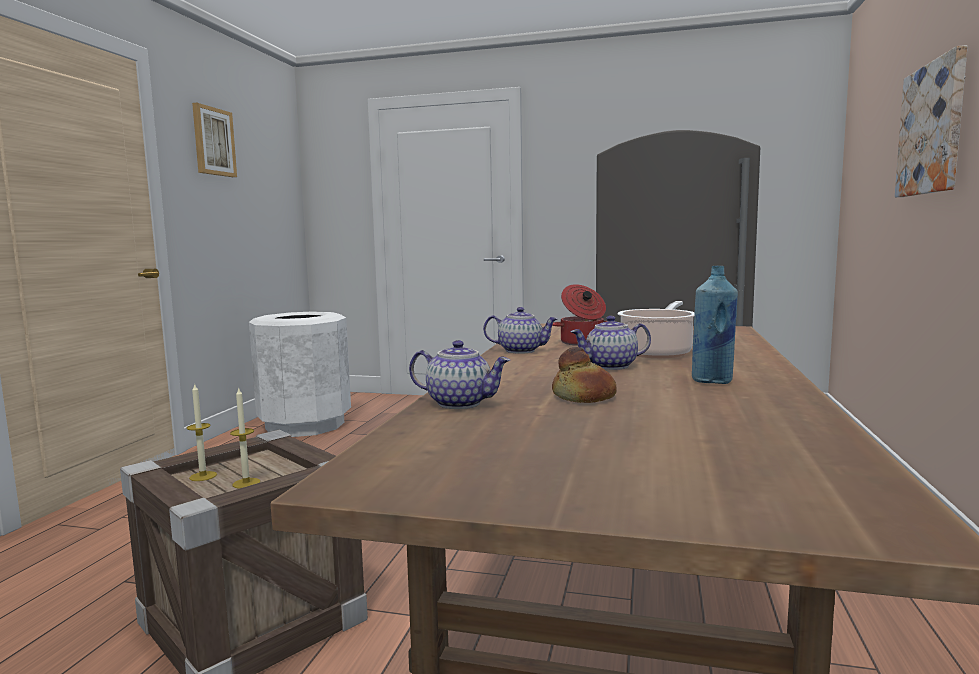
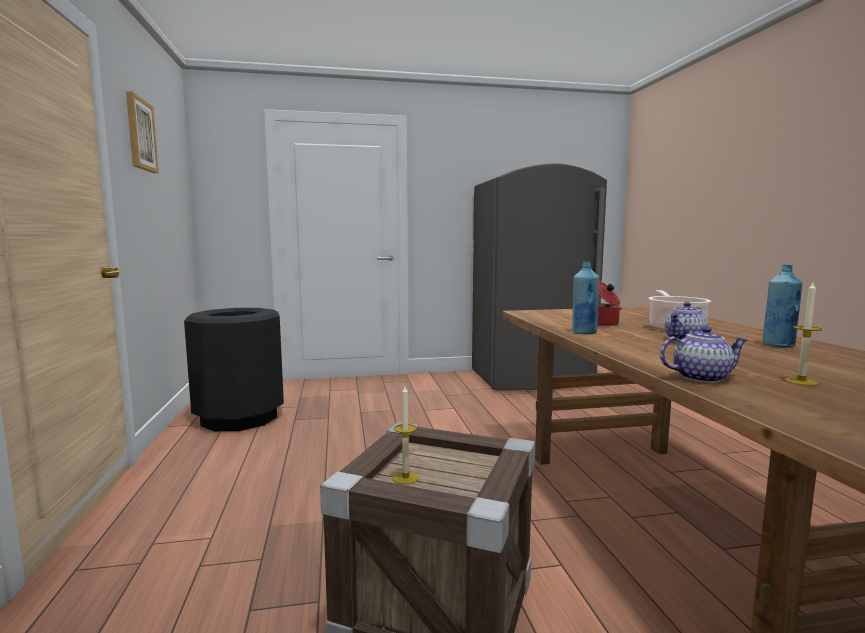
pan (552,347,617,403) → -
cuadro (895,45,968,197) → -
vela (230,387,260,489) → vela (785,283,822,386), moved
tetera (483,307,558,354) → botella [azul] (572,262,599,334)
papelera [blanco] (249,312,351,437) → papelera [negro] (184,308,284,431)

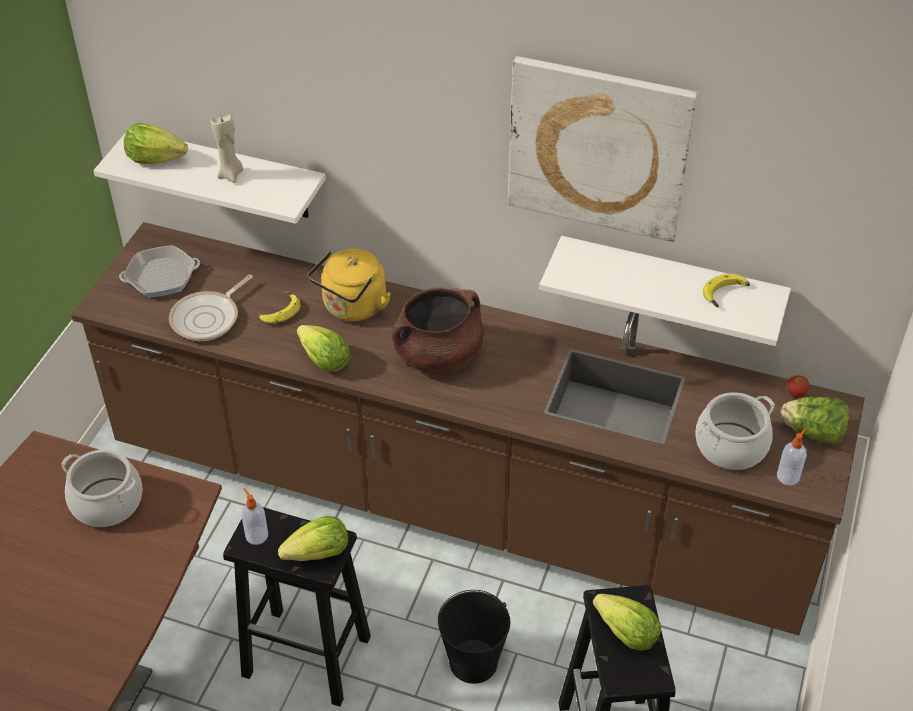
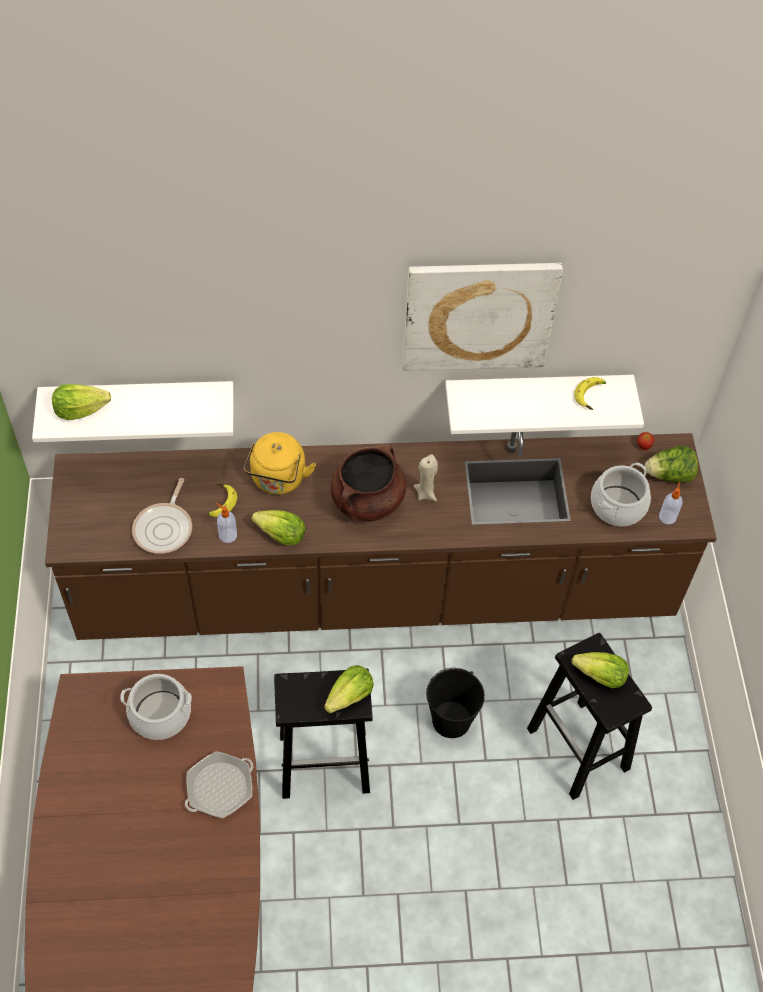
sartén (119,245,200,298) → sartén (185,751,253,818), moved
vela [beis] (211,114,243,183) → vela [beis] (414,454,438,502), moved
dispensador de jabón (241,488,268,545) → dispensador de jabón (216,503,237,543), moved

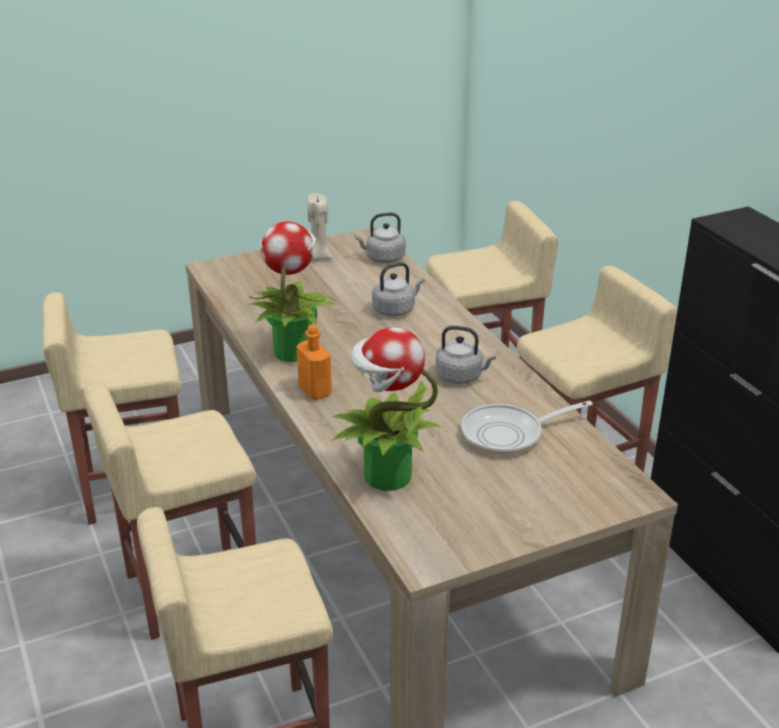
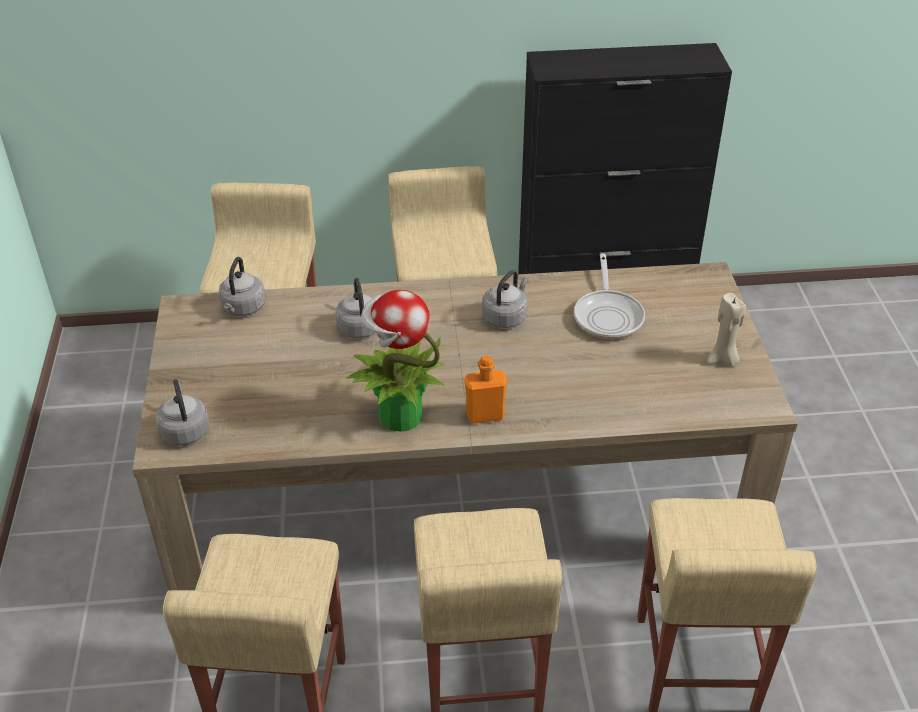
planta en maceta (332,327,441,491) → -
- → hervidor [gris] (155,379,209,445)
vela [beis] (307,193,333,261) → vela [beis] (707,293,746,366), moved

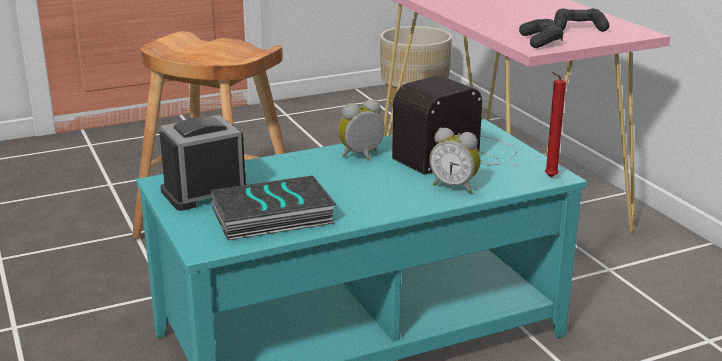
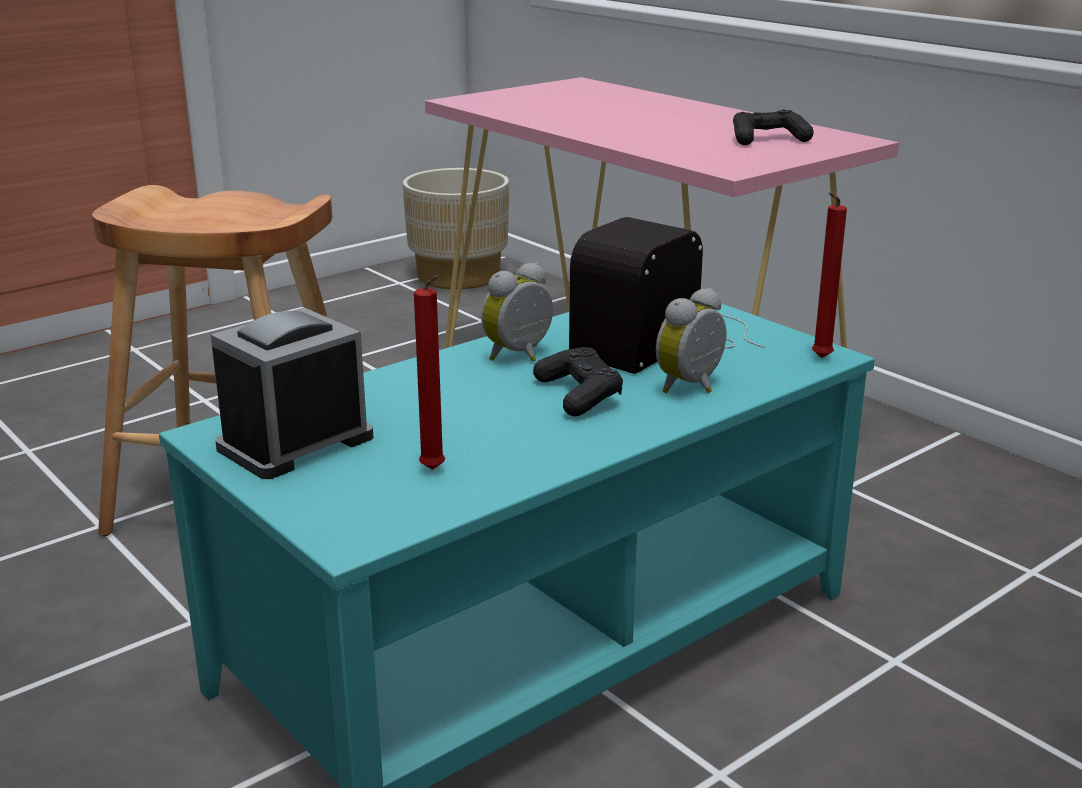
mando de consola [negro] (519,19,564,48) → mando de consola [negro] (533,347,623,417), moved
libro (211,175,336,240) → vela [rojo] (414,275,445,470)
despertador (429,128,481,193) → despertador (656,288,726,393), 120 degrees clockwise

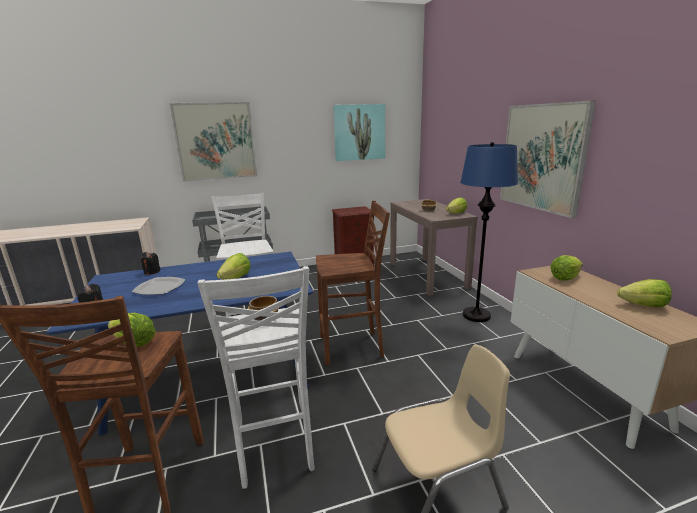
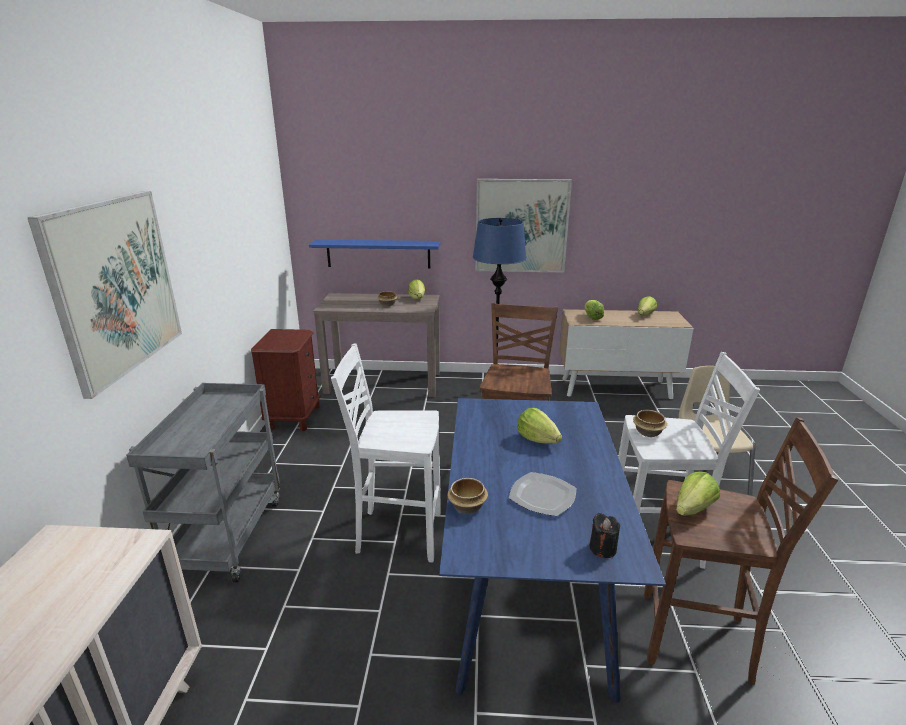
cuadro (333,104,385,161) → -
- → estante [azul] (309,239,440,269)
vela [negro] (140,252,161,275) → cuenco (447,478,488,514)

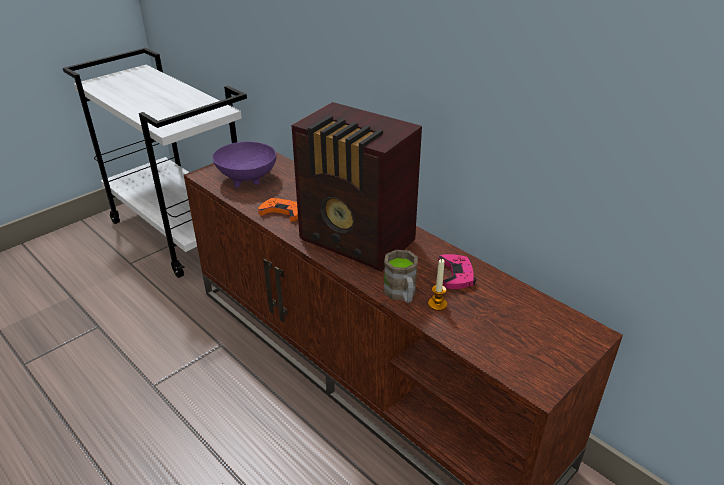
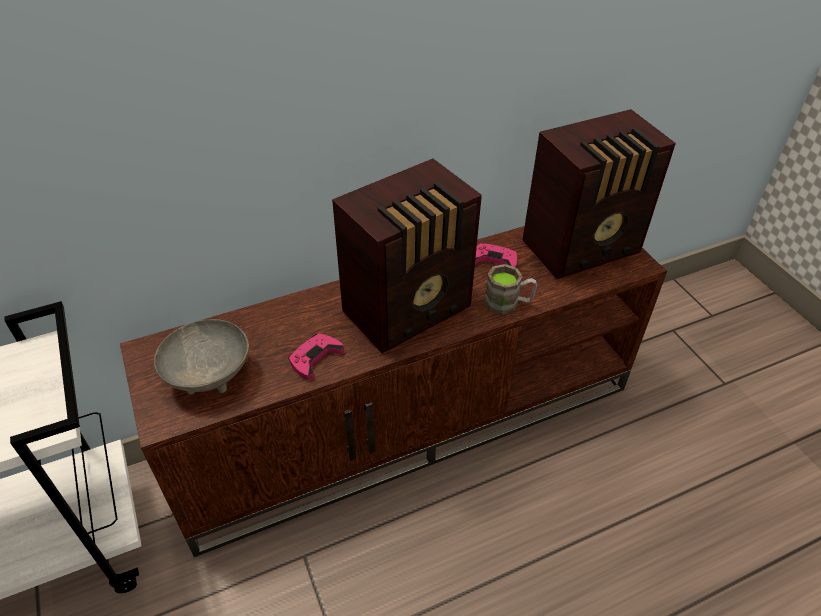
vela (428,259,447,311) → -
- → radio (522,109,676,279)
cuenco [morado] (212,142,277,188) → cuenco [gris] (154,319,249,395)
mando de consola [naranja] (258,198,298,221) → mando de consola [rosa] (288,334,344,380)

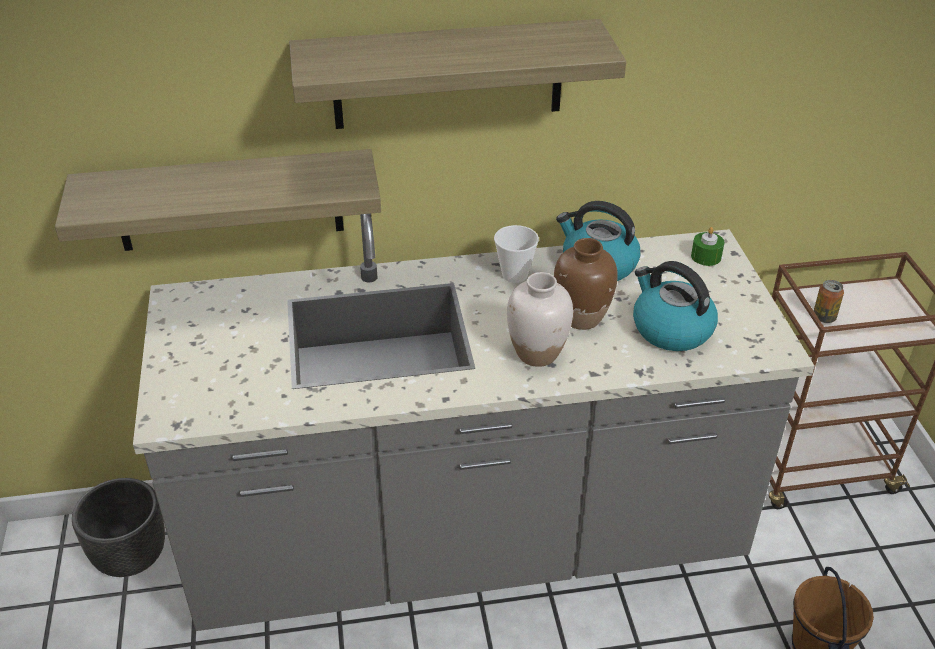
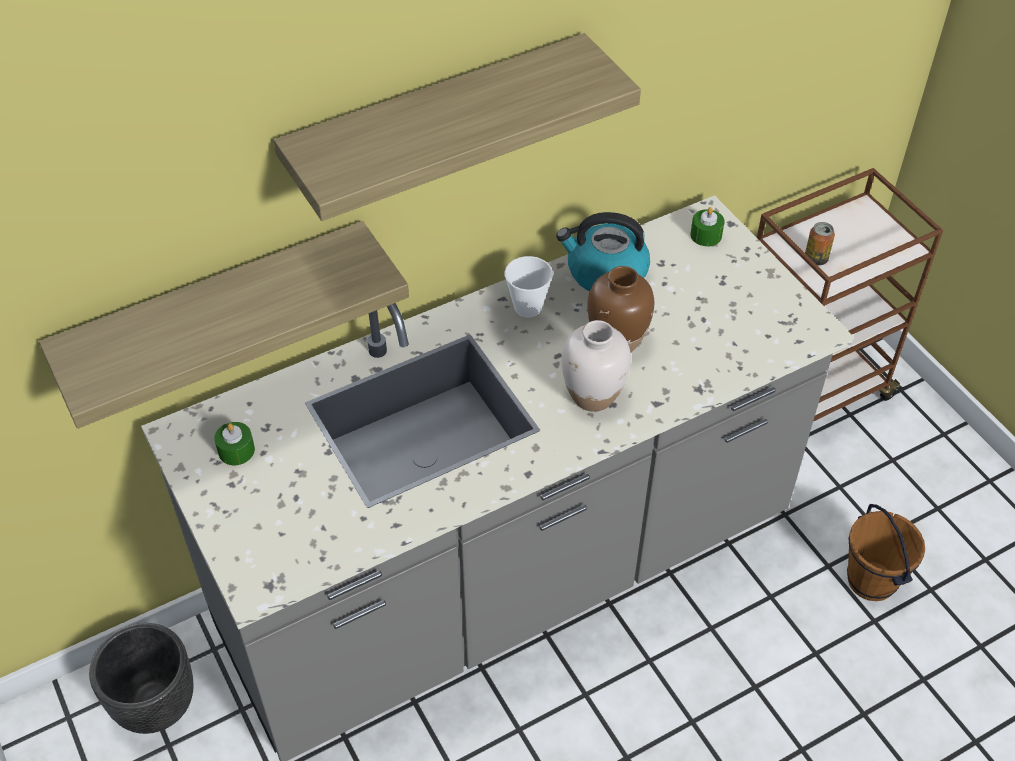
hervidor (633,261,718,351) → -
- → vela [verde] (214,422,255,465)

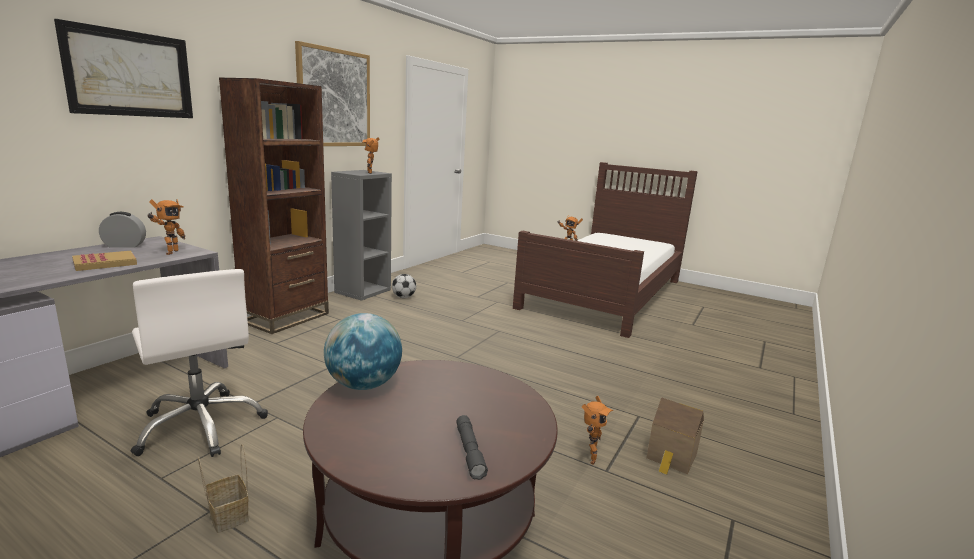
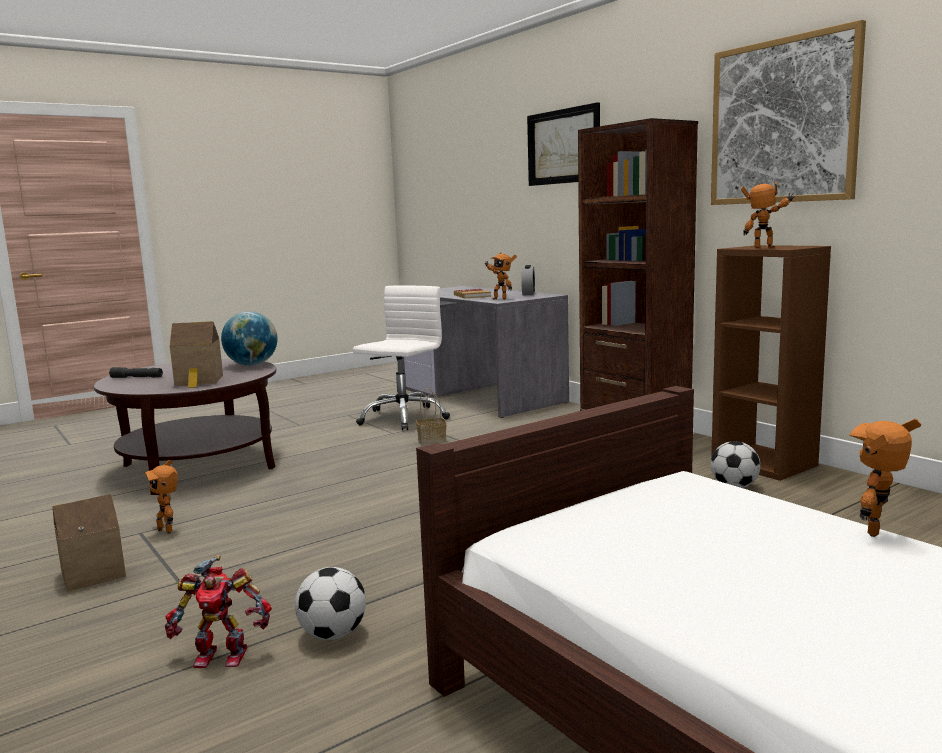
- → robot de juguete (165,555,272,668)
- → casita (170,321,223,388)
- → balón de fútbol (295,567,366,640)
cesta (198,444,249,533) → cesta (416,388,446,445), moved
estantería [gris] (331,170,392,301) → estantería [marrón] (711,245,831,481)
silla de oficina [blanco] (131,269,268,457) → silla de oficina [blanco] (353,286,450,431), 135 degrees clockwise

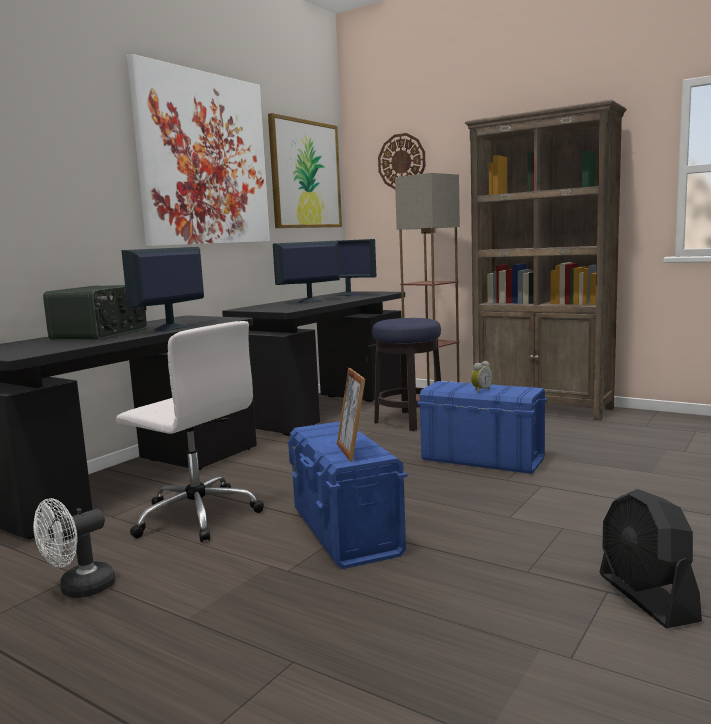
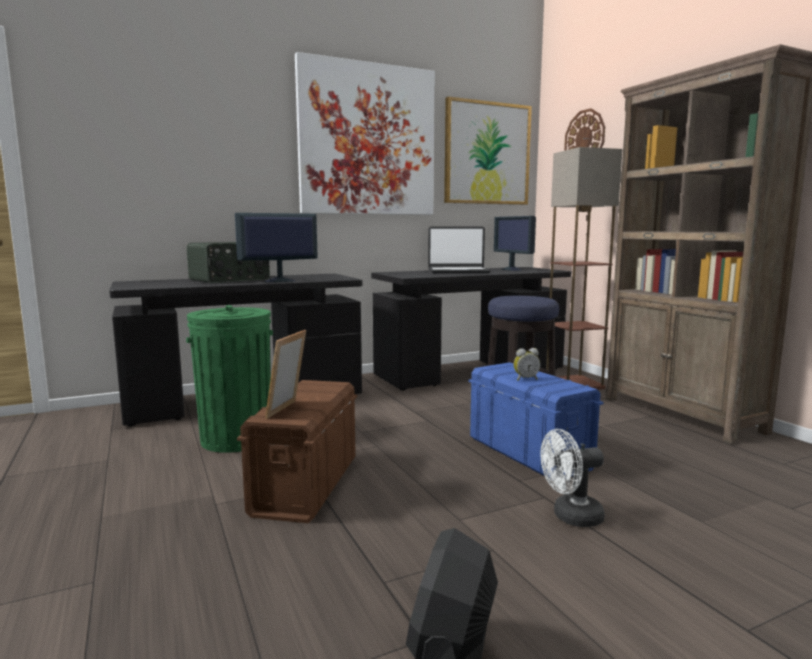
ventilador [blanco] (33,498,115,598) → ventilador [blanco] (541,429,605,527), moved
silla de oficina [blanco] (116,321,264,542) → papelera [verde] (186,305,273,453)
monitor (273,241,340,303) → portátil (428,227,491,274)
caja de almacenaje [azul] (288,422,408,569) → caja de almacenaje [marrón] (237,380,357,523)

